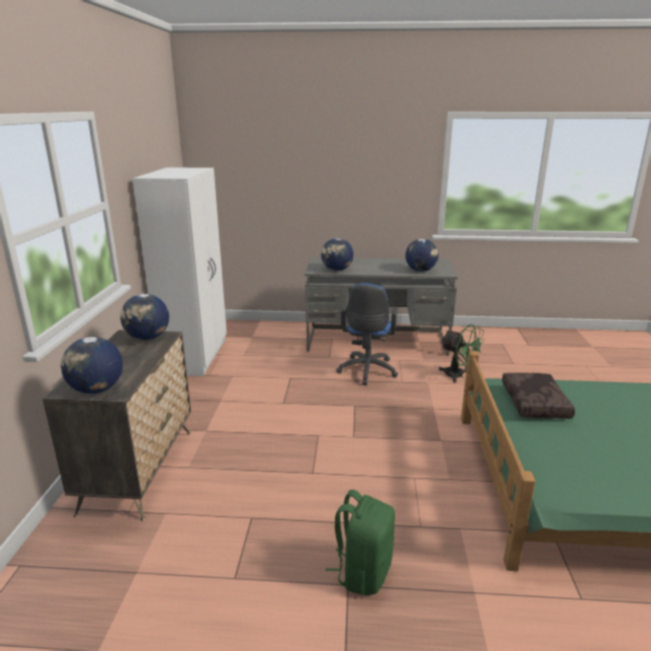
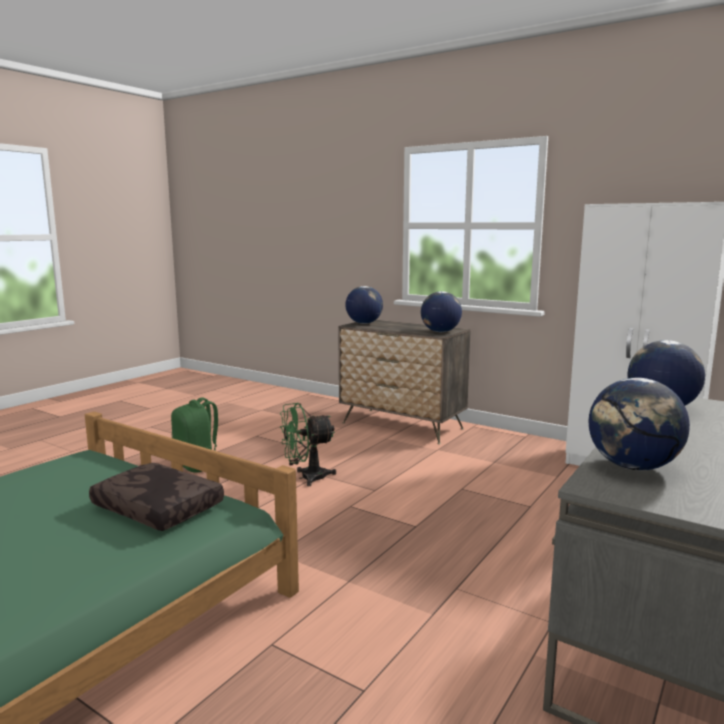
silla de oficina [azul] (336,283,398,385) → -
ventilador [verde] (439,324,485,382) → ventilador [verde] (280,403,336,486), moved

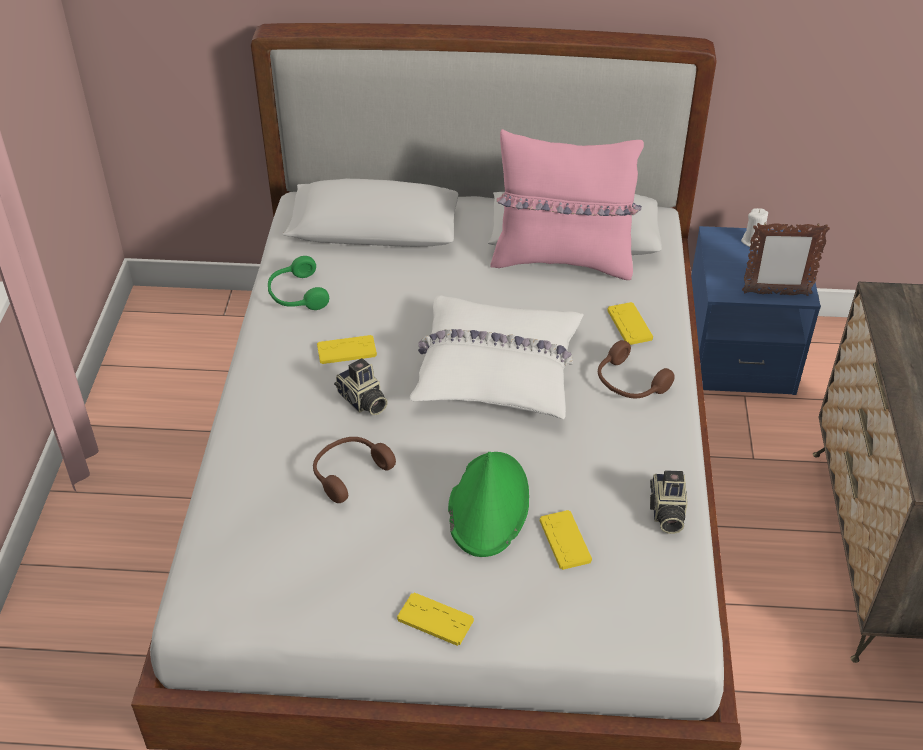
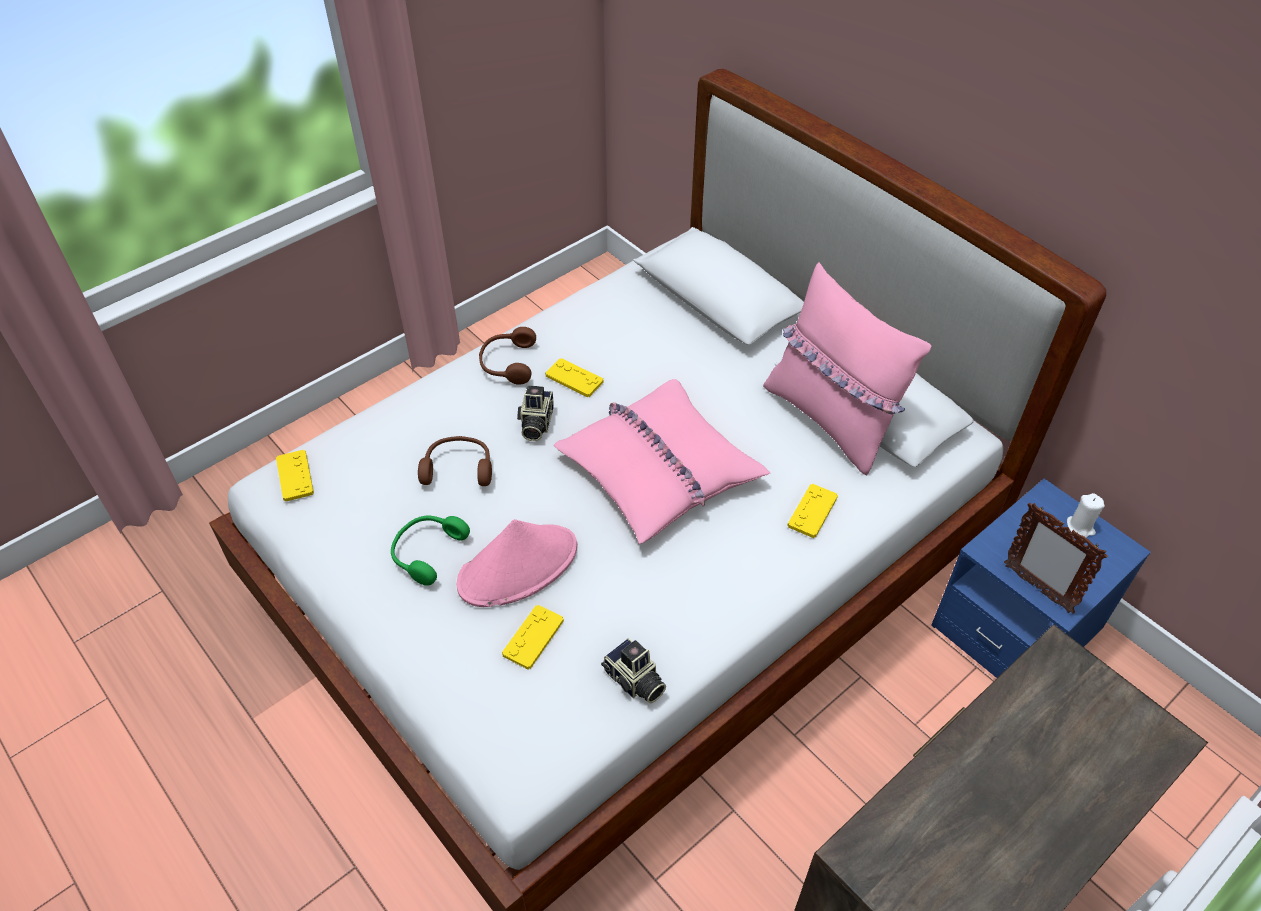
auriculares [verde] (268,256,329,310) → auriculares [verde] (391,516,470,586), moved
mando de consola [amarillo] (397,592,474,646) → mando de consola [amarillo] (276,450,314,501), moved
auriculares [marrón] (598,340,675,398) → auriculares [marrón] (479,327,536,385), moved
cojín [blanco] (410,295,583,419) → cojín [rosa] (554,379,770,544)
sombrero [verde] (448,452,529,557) → sombrero [rosa] (457,519,577,607)
cámara (650,470,688,534) → cámara (601,638,666,703), 90 degrees counterclockwise

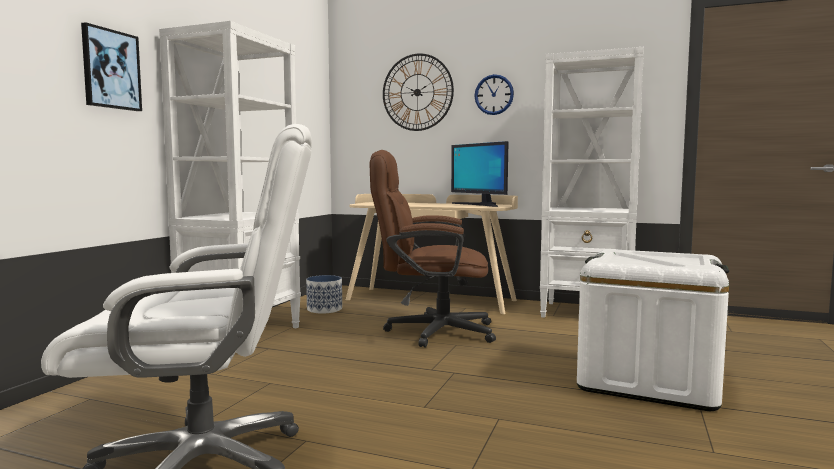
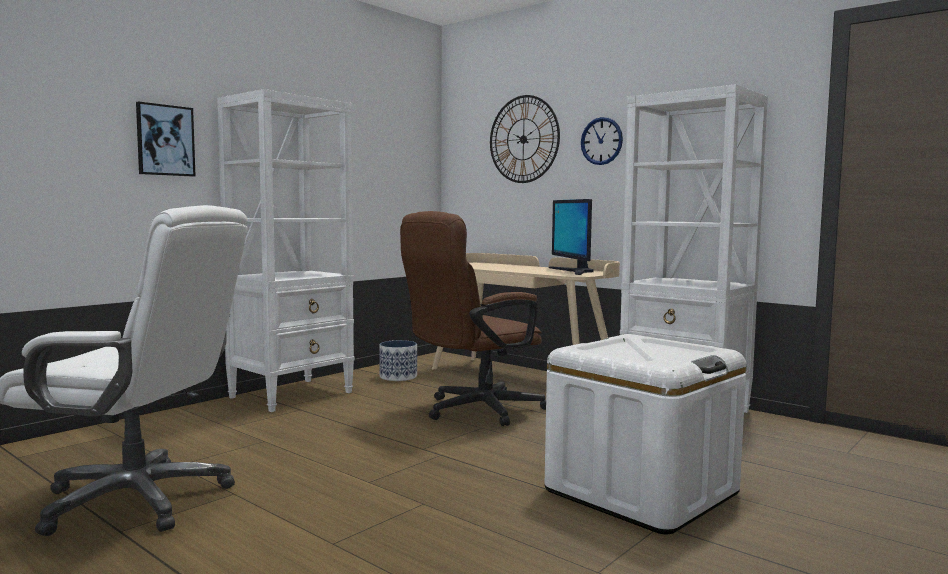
silla de oficina [marrón] (370,150,496,348) → silla de oficina [marrón] (400,211,546,426), 60 degrees counterclockwise

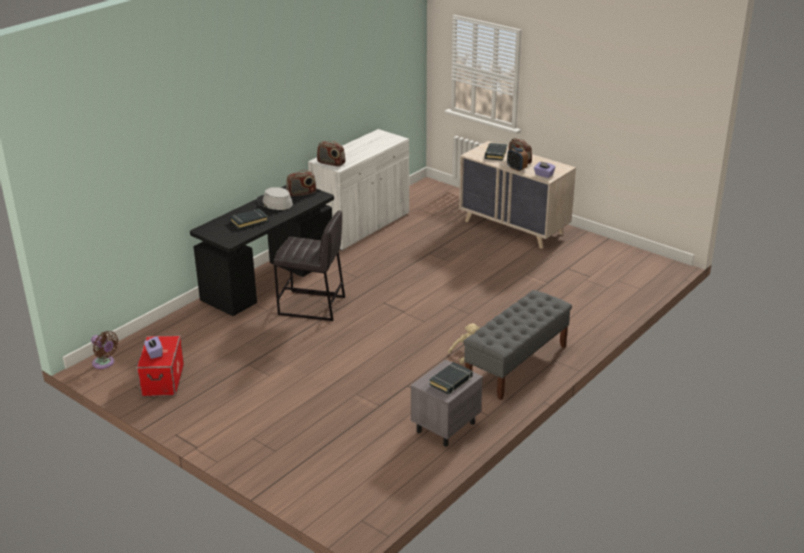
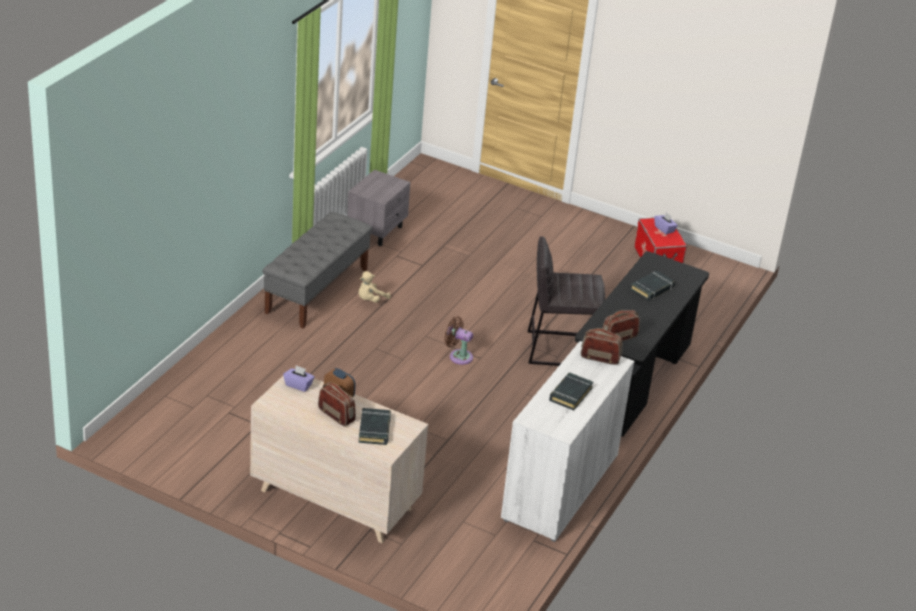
sombrero [gris] (257,187,293,210) → -
ventilador [marrón] (91,331,119,369) → ventilador [marrón] (444,317,473,365), moved
libro [negro] (429,362,473,394) → libro [negro] (549,372,593,410), moved

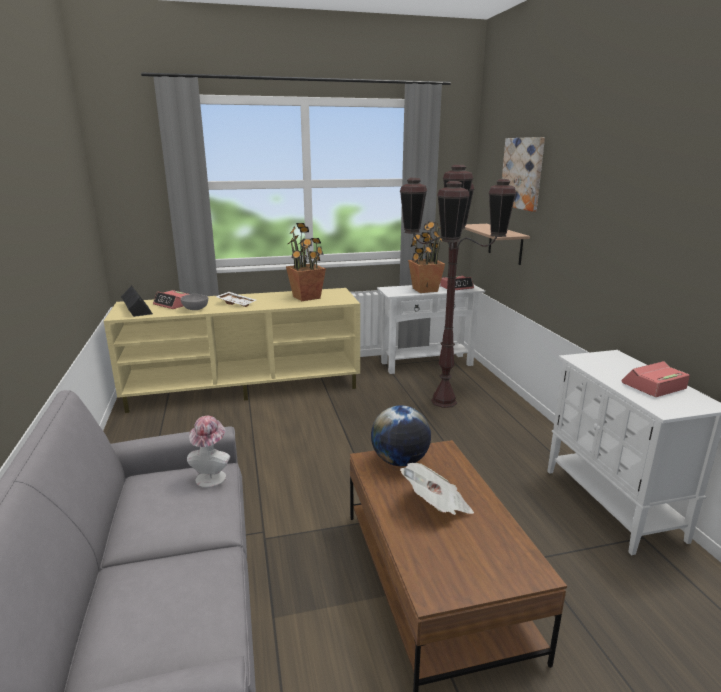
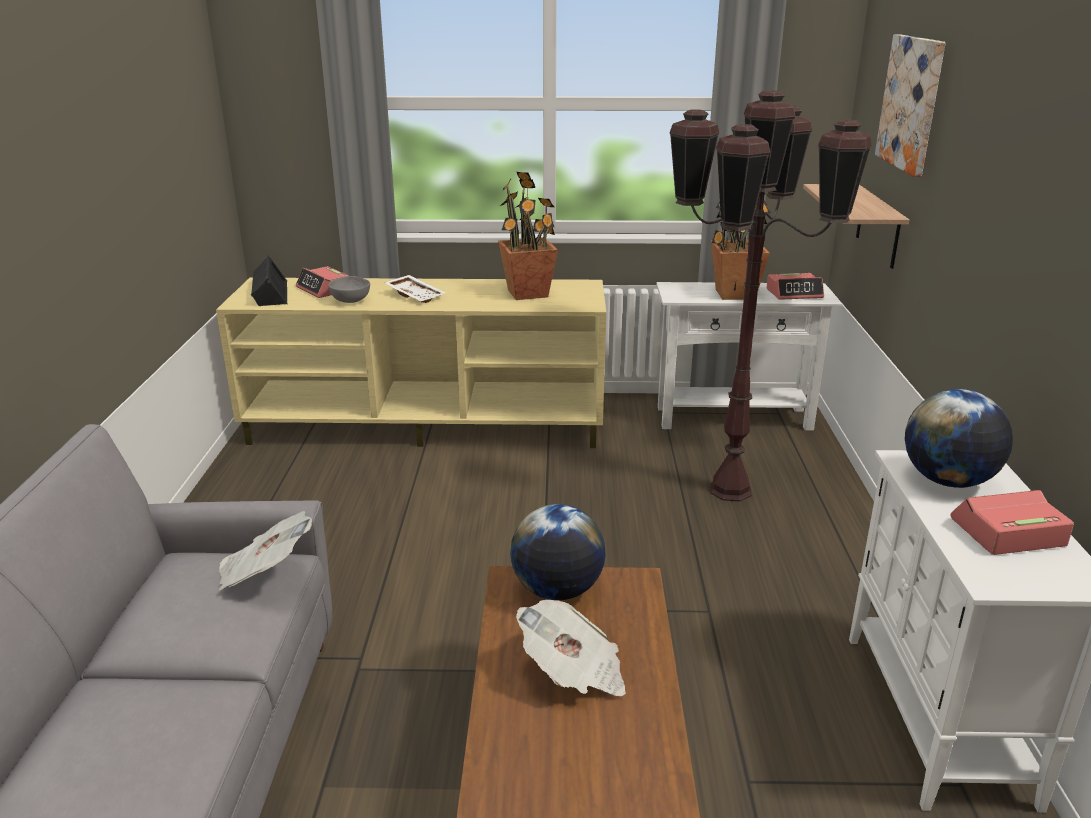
- → globo terráqueo (905,389,1013,488)
sombrero (187,416,230,488) → periódico (219,511,312,591)

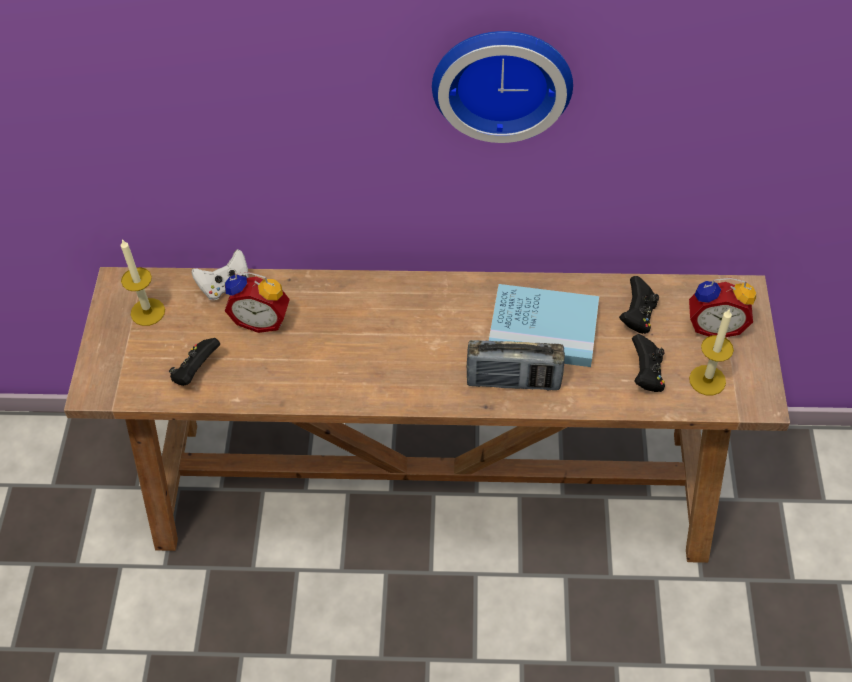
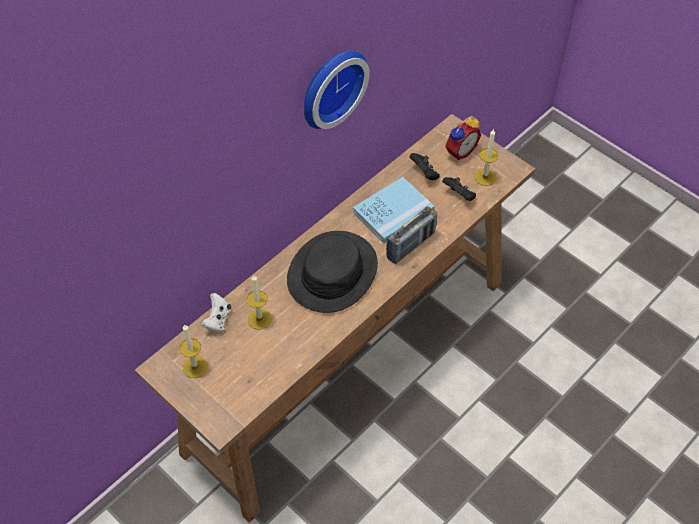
mando de consola [negro] (169,338,220,386) → -
- → sombrero [negro] (287,231,378,313)
despertador (225,272,290,333) → vela (247,275,272,330)

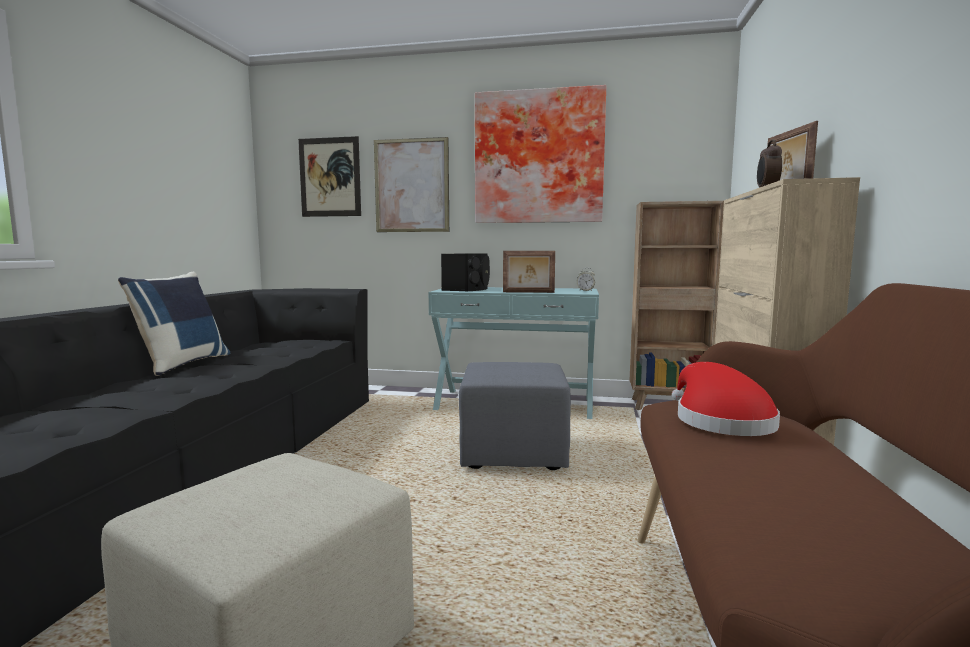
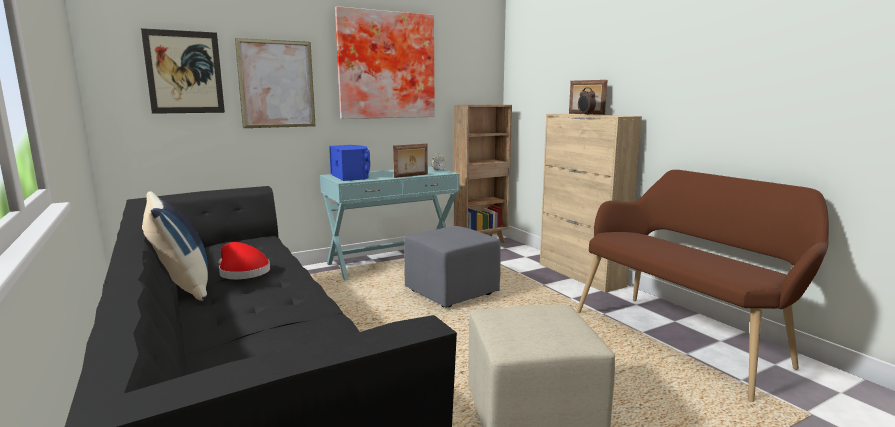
sombrero [rojo] (672,362,780,436) → sombrero [rojo] (219,242,270,279), moved
altavoz [negro] (441,253,490,291) → altavoz [azul] (329,145,370,181)

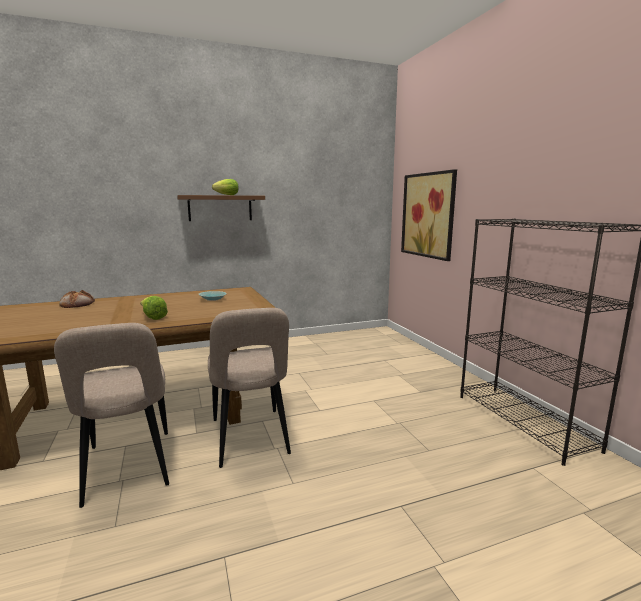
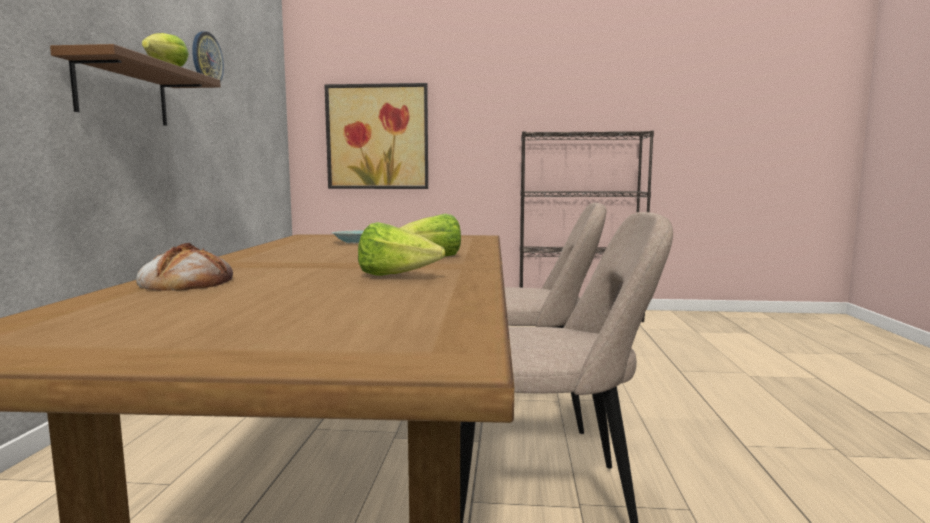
- → reloj de pared (192,31,224,83)
- → lechuga (358,222,445,276)

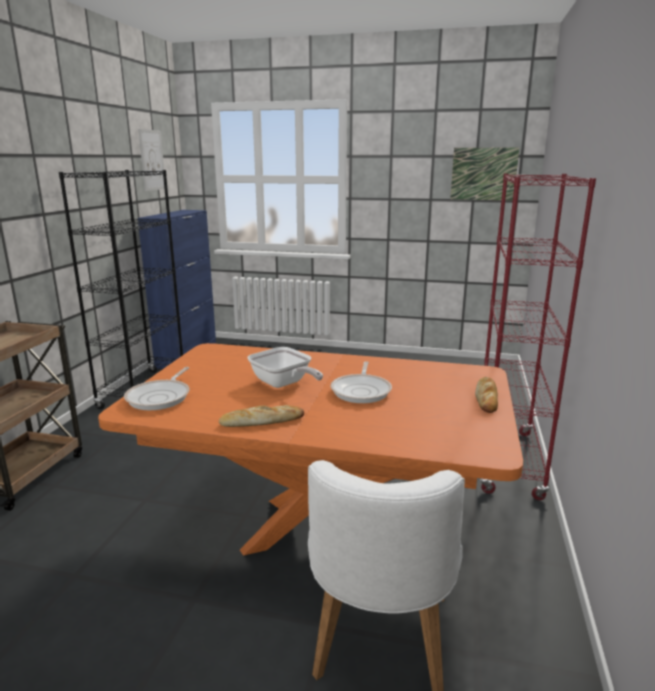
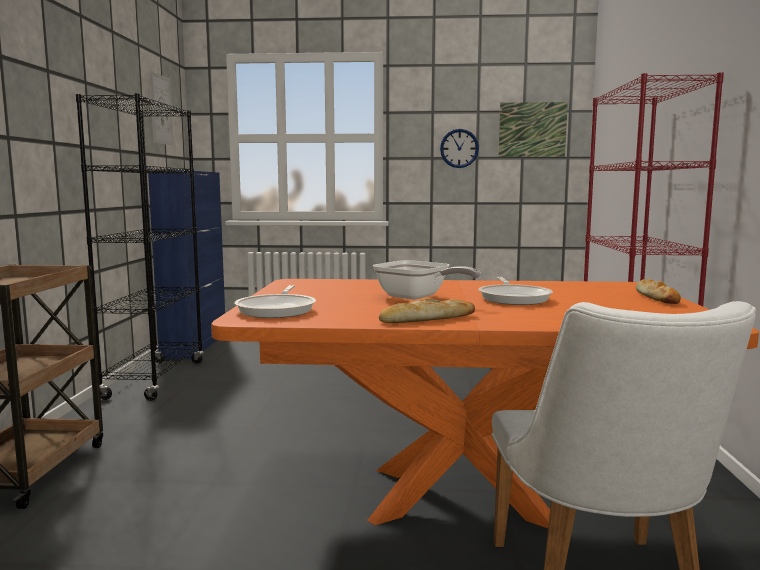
- → reloj de pared (440,129,479,168)

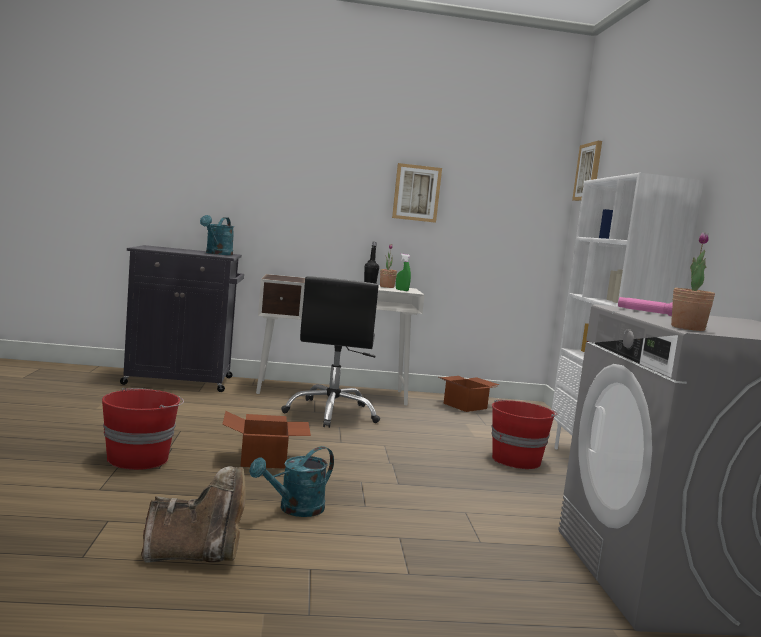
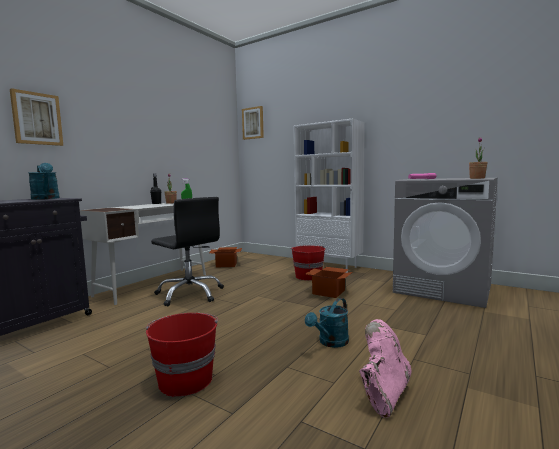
caja de cartón (222,411,311,469) → caja de cartón (305,267,353,298), moved
cuadro (392,163,442,223) → cuadro (10,88,63,146), moved
bota [marrón] (141,467,246,563) → bota [rosa] (359,319,412,418)
regadera [turquesa] (249,446,334,517) → regadera [turquesa] (305,298,349,348), 45 degrees clockwise

